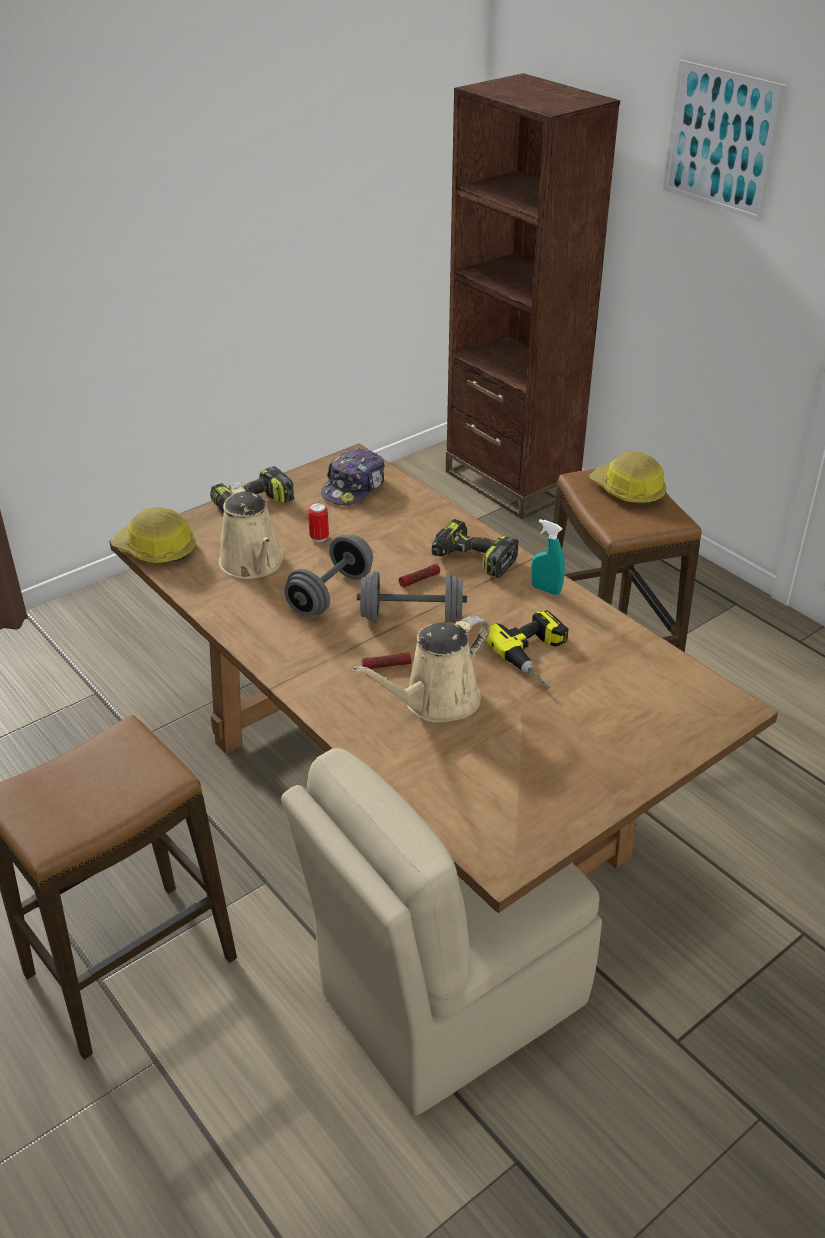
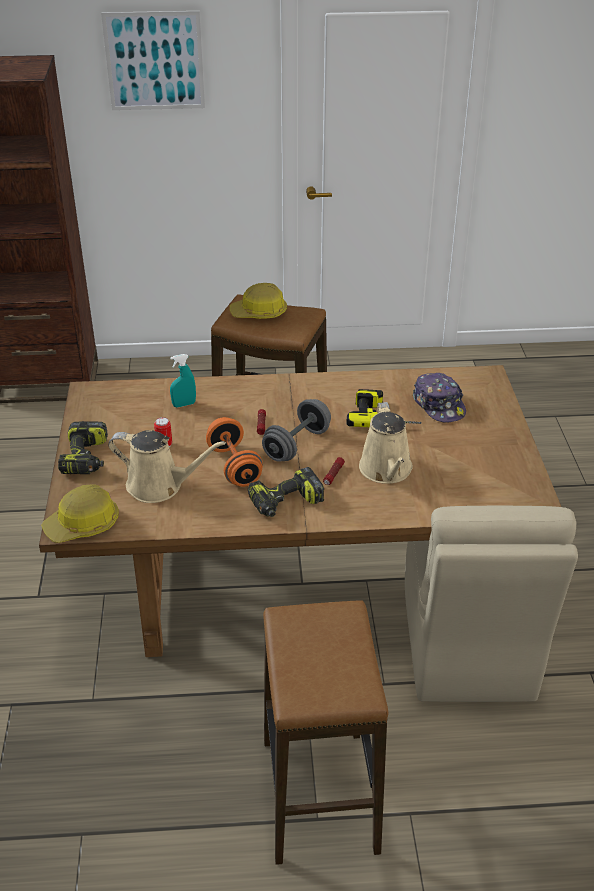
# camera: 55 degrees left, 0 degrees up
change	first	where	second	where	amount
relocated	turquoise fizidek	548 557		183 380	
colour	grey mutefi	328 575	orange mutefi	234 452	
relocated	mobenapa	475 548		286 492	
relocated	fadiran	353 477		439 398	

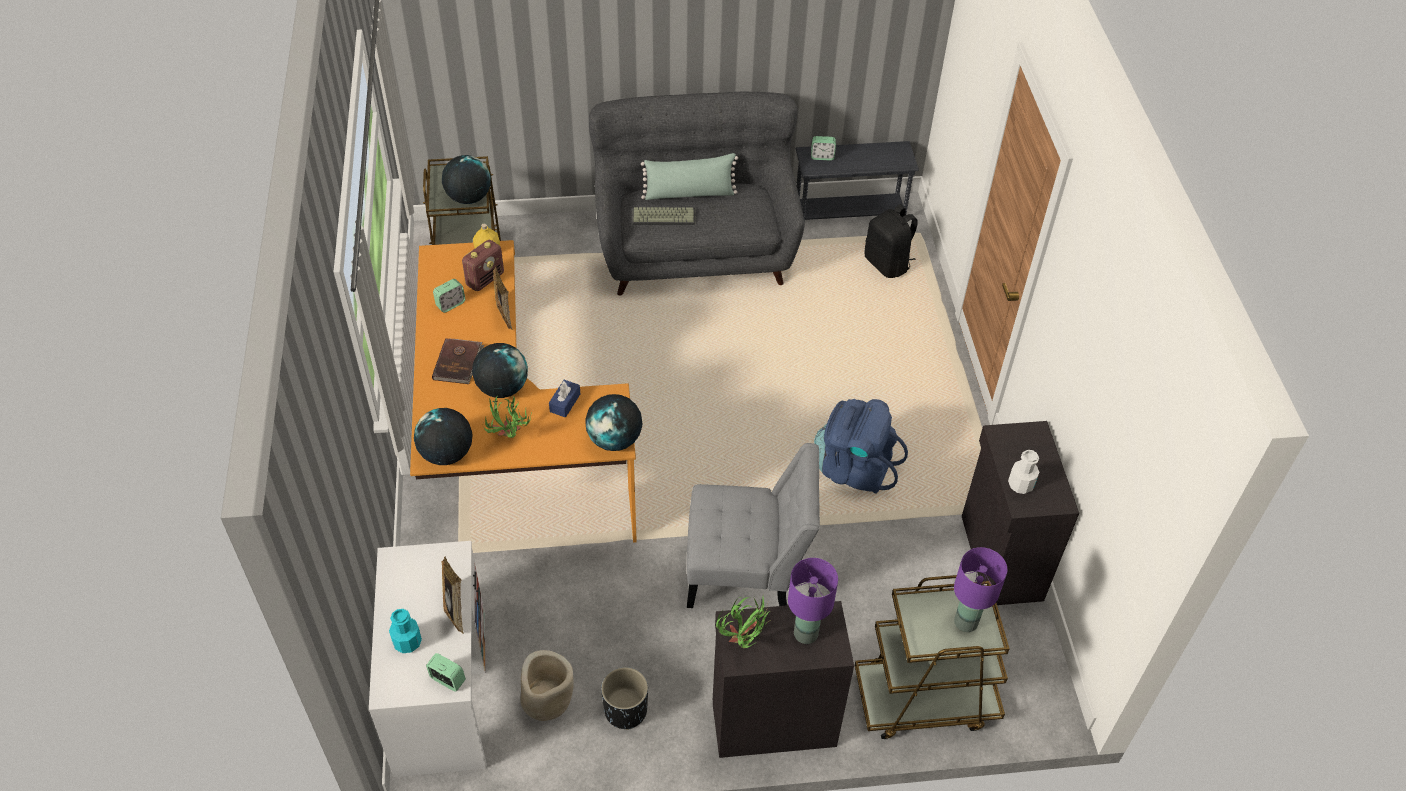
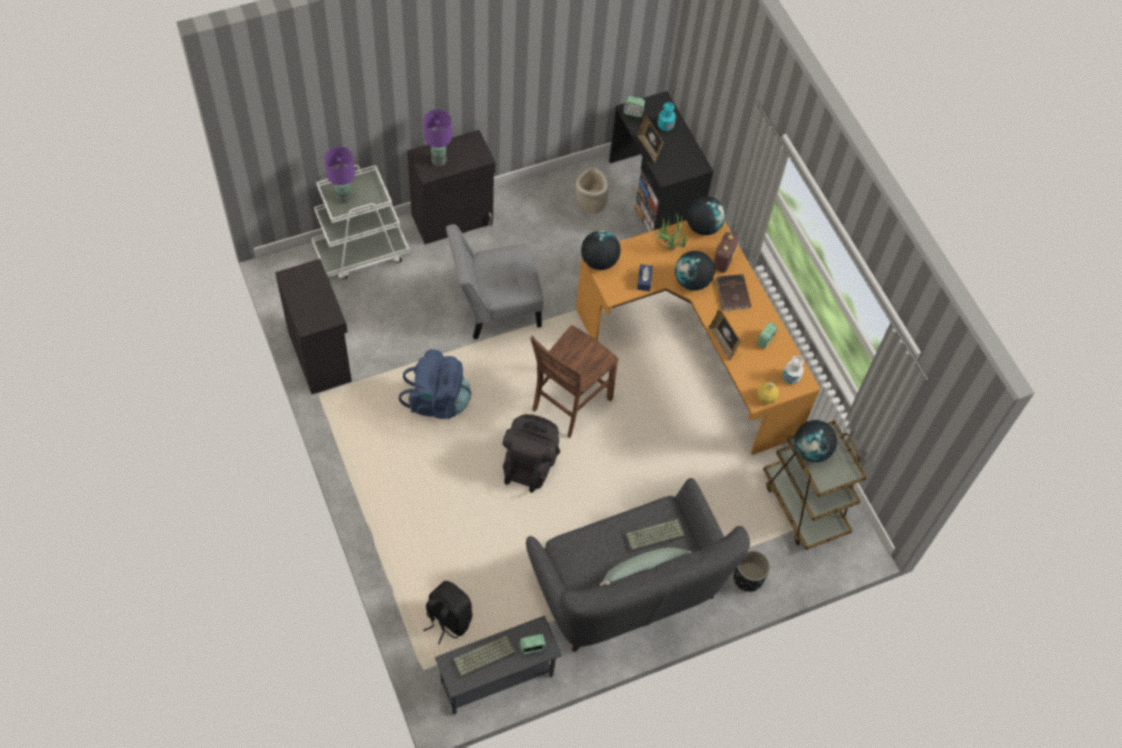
# camera: 160 degrees right, 10 degrees up
change	first	where	second	where	amount
colour	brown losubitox	932 657	white losubitox	361 222	
appeared			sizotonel	483 656	
appeared			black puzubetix	531 453	
appeared			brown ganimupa	574 381	
colour	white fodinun	428 659	black fodinun	661 161	
relocated	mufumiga	483 265		726 252	
relocated	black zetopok	624 698		752 571	
relocated	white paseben	1023 472		793 370	
missing	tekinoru	744 622			

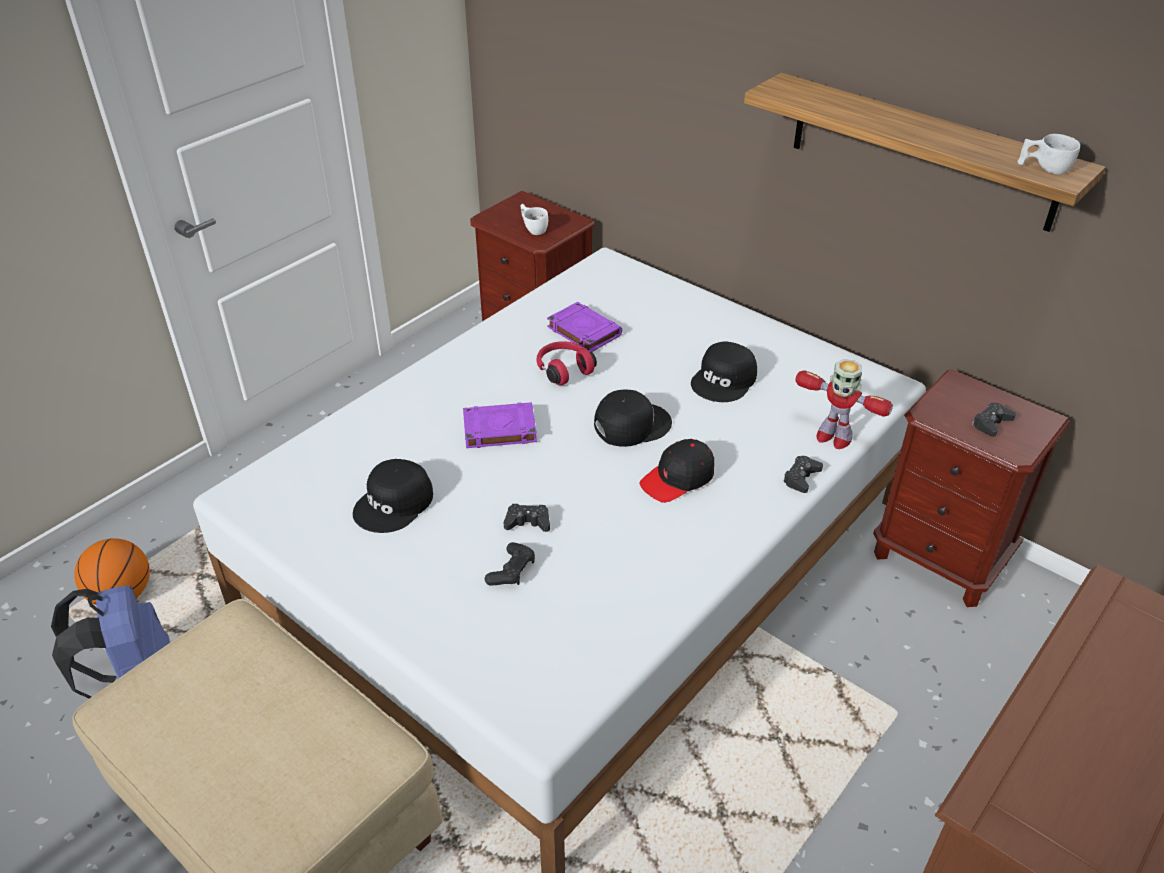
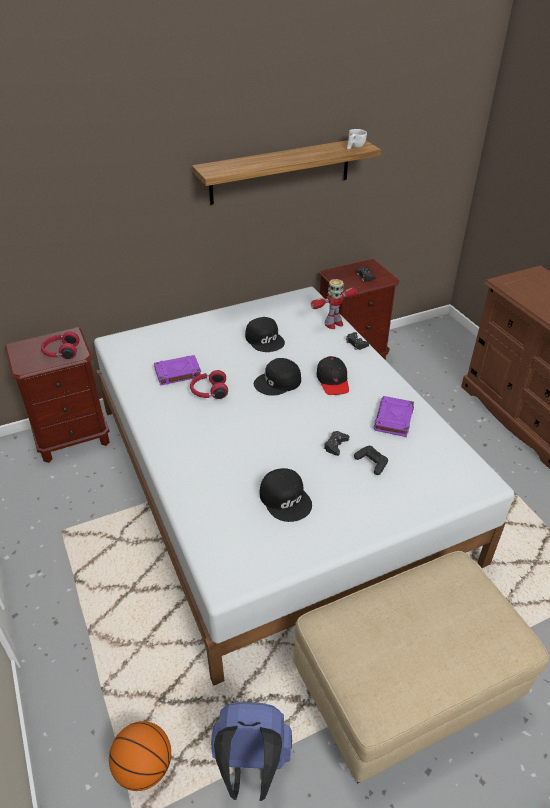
# camera: 65 degrees left, 0 degrees up
change	first	where	second	where	amount
exchanged	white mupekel	534 219	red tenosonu	60 345	
spun	black fadiran	633 418		277 377	120 degrees counterclockwise
relocated	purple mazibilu	500 425		394 416	

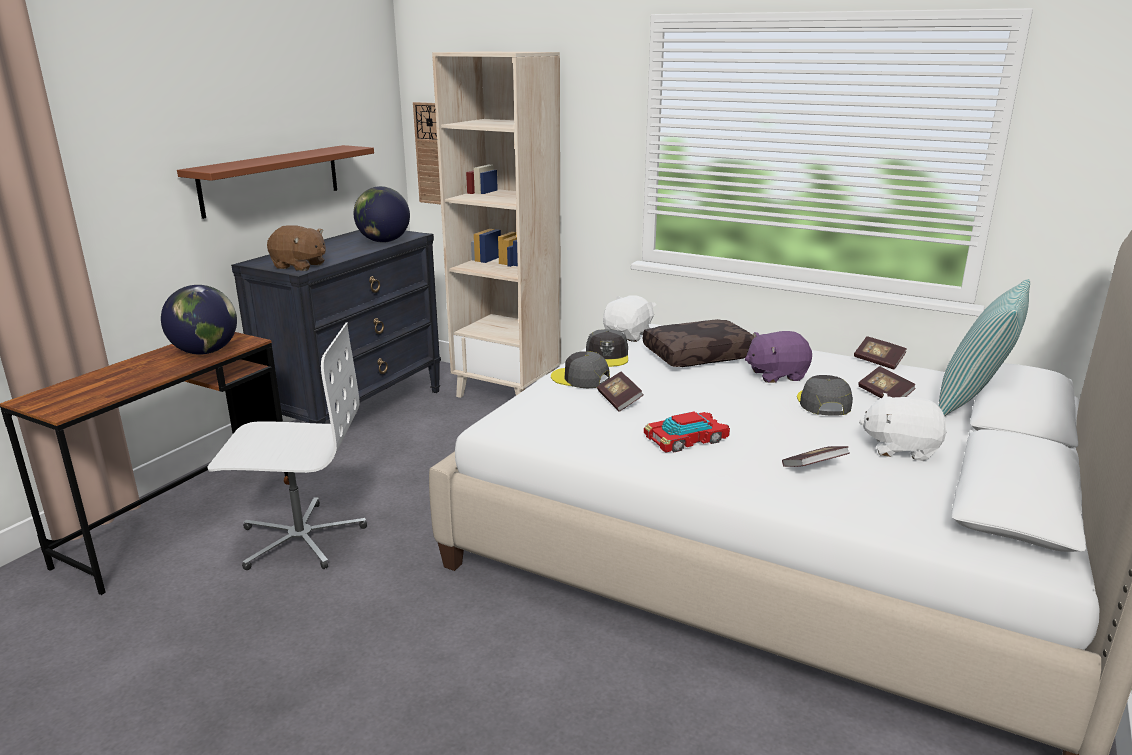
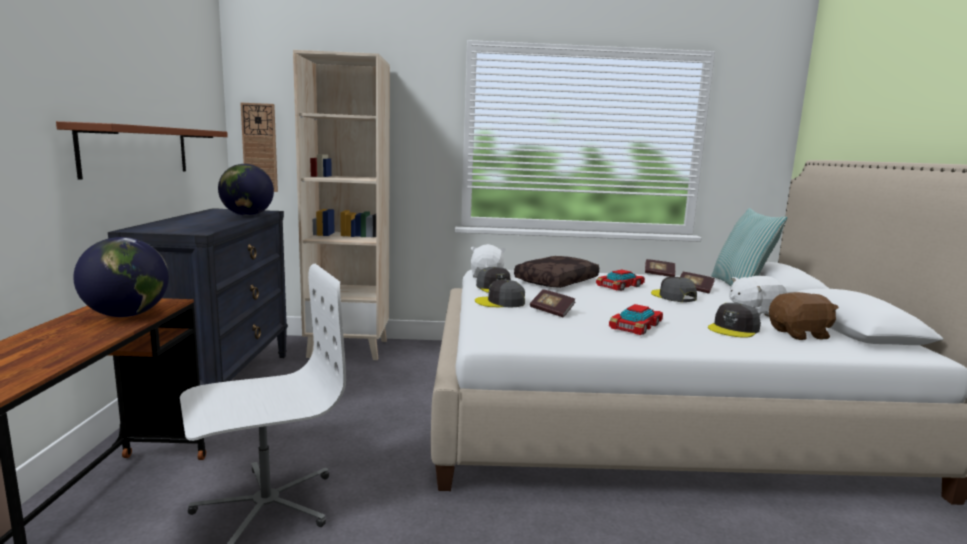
# camera: 30 degrees left, 10 degrees down
change	first	where	second	where	amount
exchanged	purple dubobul	778 357	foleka	620 280	
exchanged	mazibilu	816 456	grey fadiran	734 320	
relocated	brown dubobul	296 248		804 316	

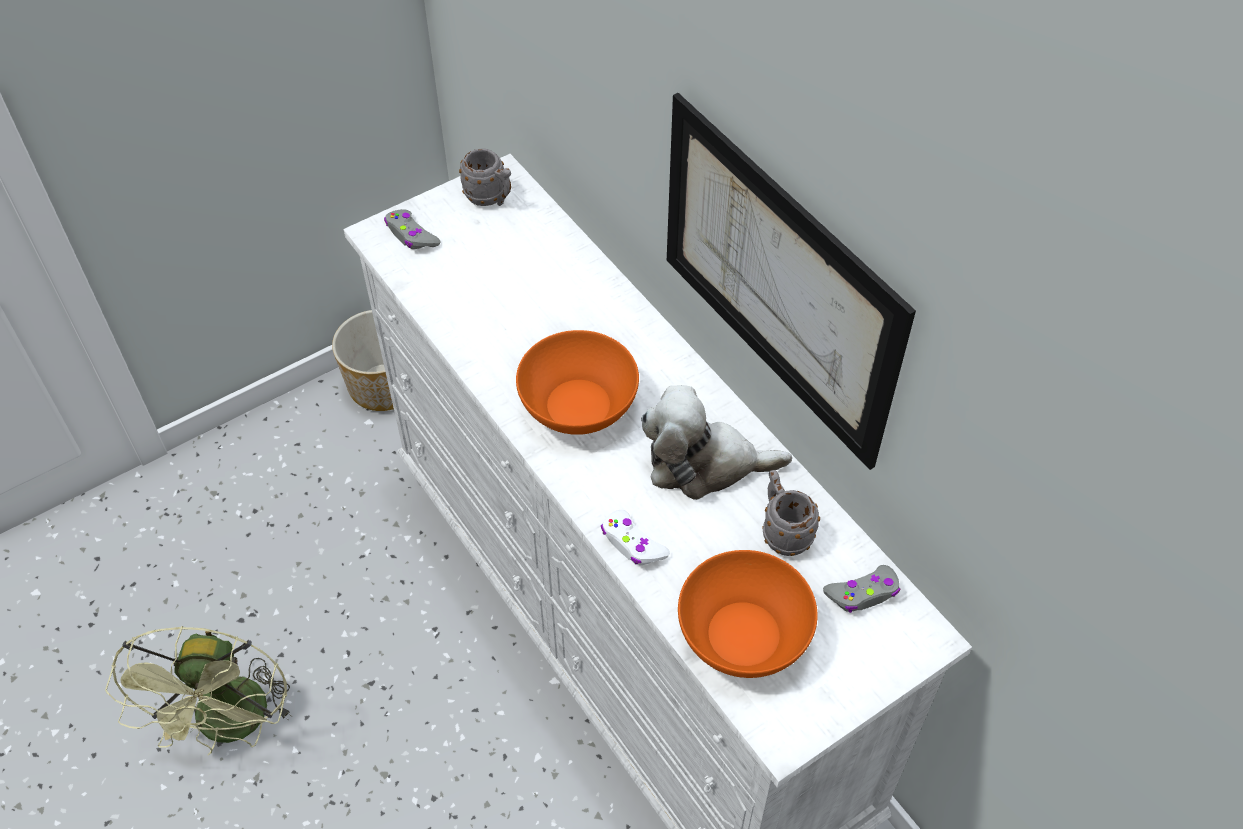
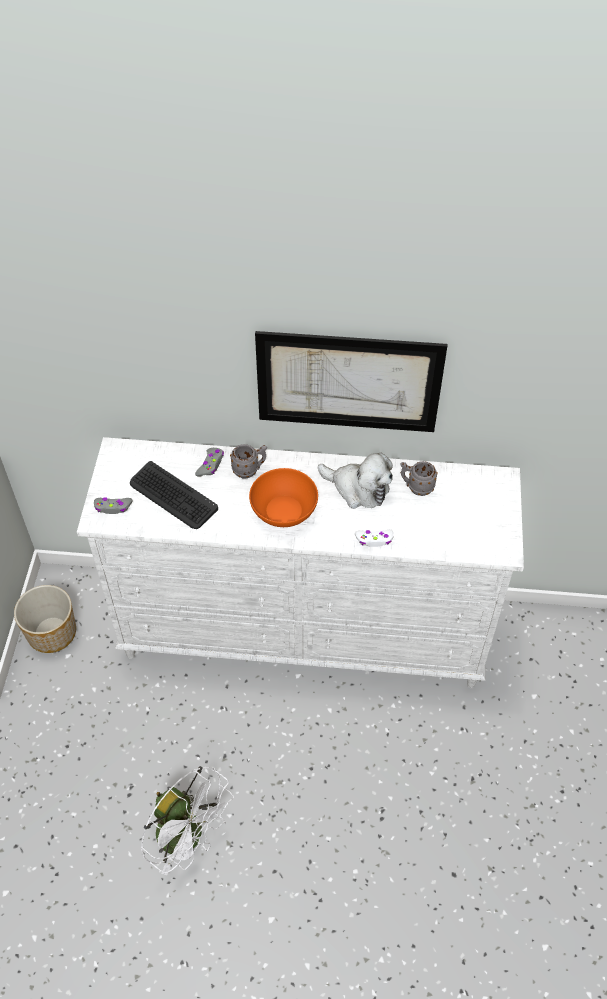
# camera: 50 degrees left, 0 degrees up
change	first	where	second	where	amount
appeared			sizotonel	174 495	
colour	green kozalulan	198 690	white kozalulan	187 821	
relocated	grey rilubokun	861 589		209 462	
relocated	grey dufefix	485 177		248 461	
spun	dubobul	716 442		355 480	105 degrees counterclockwise
missing	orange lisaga	747 614			

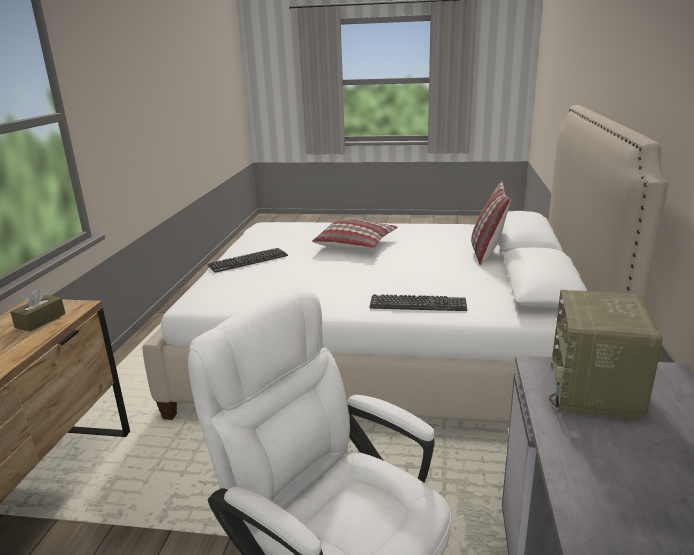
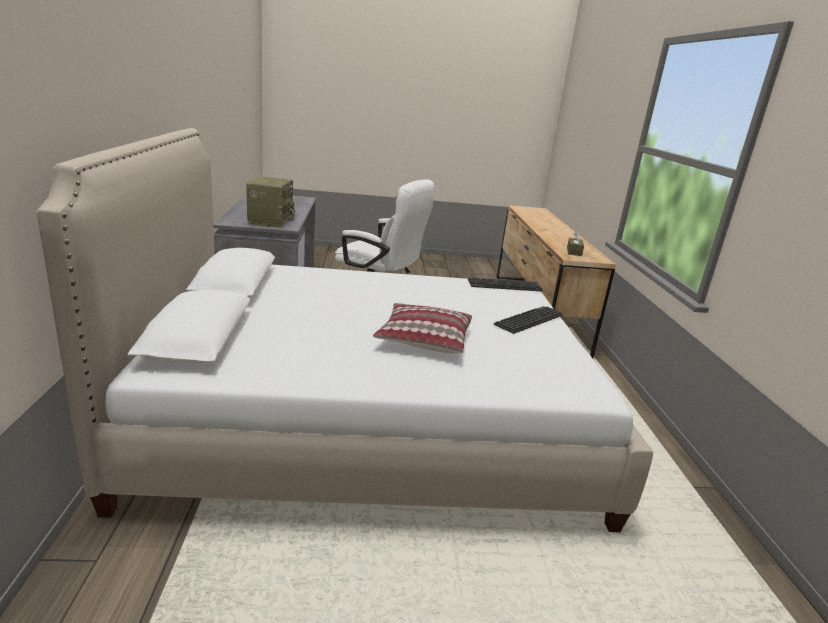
# camera: 165 degrees right, 0 degrees up
change	first	where	second	where	amount
relocated	sizotonel	418 302		505 285	
missing	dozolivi	491 223			

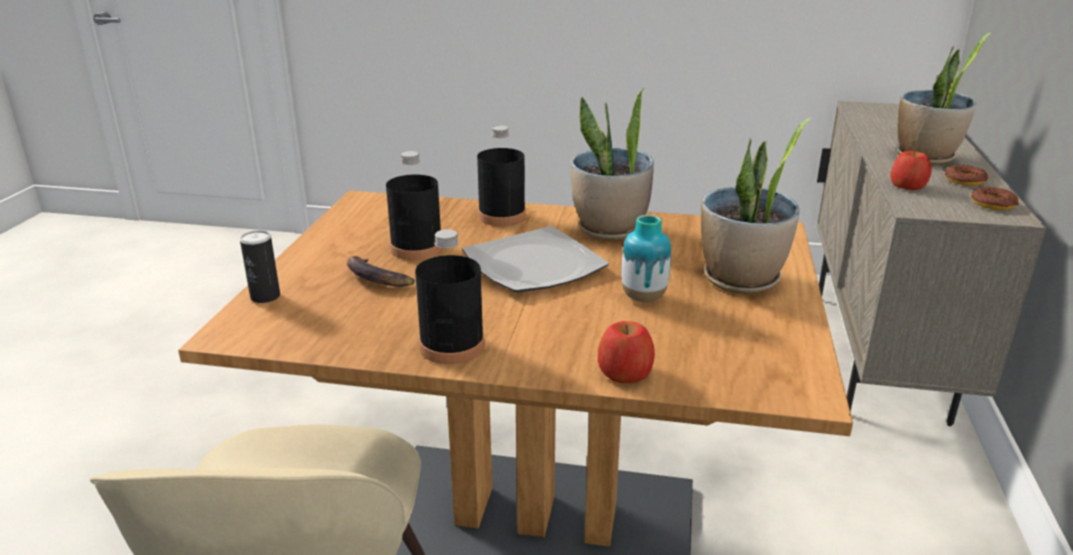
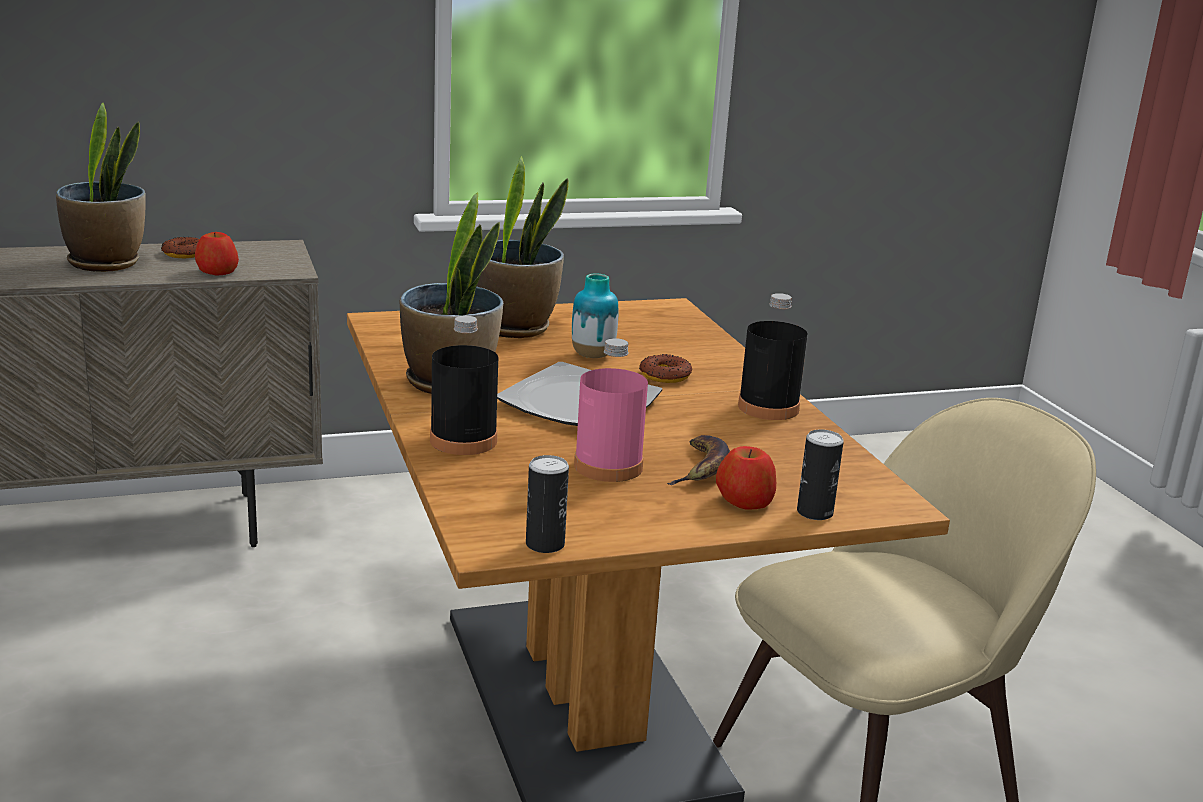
# camera: 120 degrees left, 5 degrees down
change	first	where	second	where	amount
appeared			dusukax	547 504	
colour	black paseben	414 205	pink paseben	611 410	
relocated	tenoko	995 198		665 368	
relocated	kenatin	626 352		746 478	

